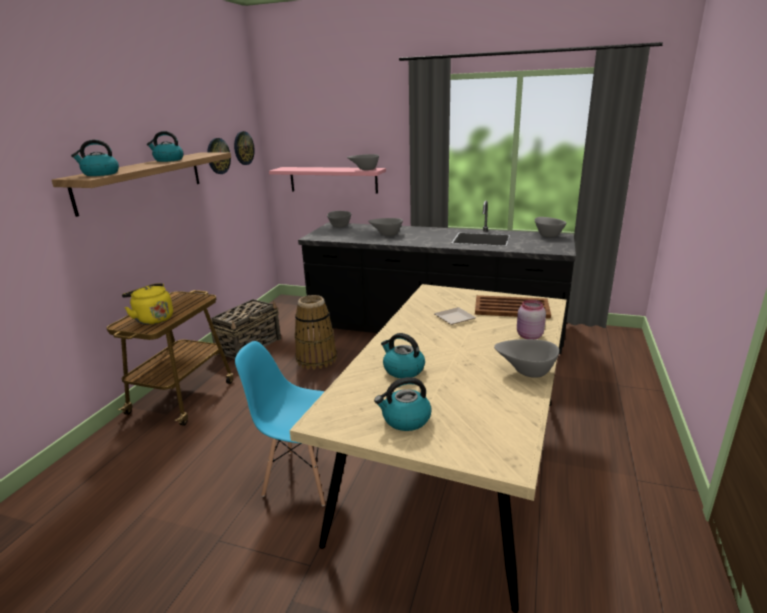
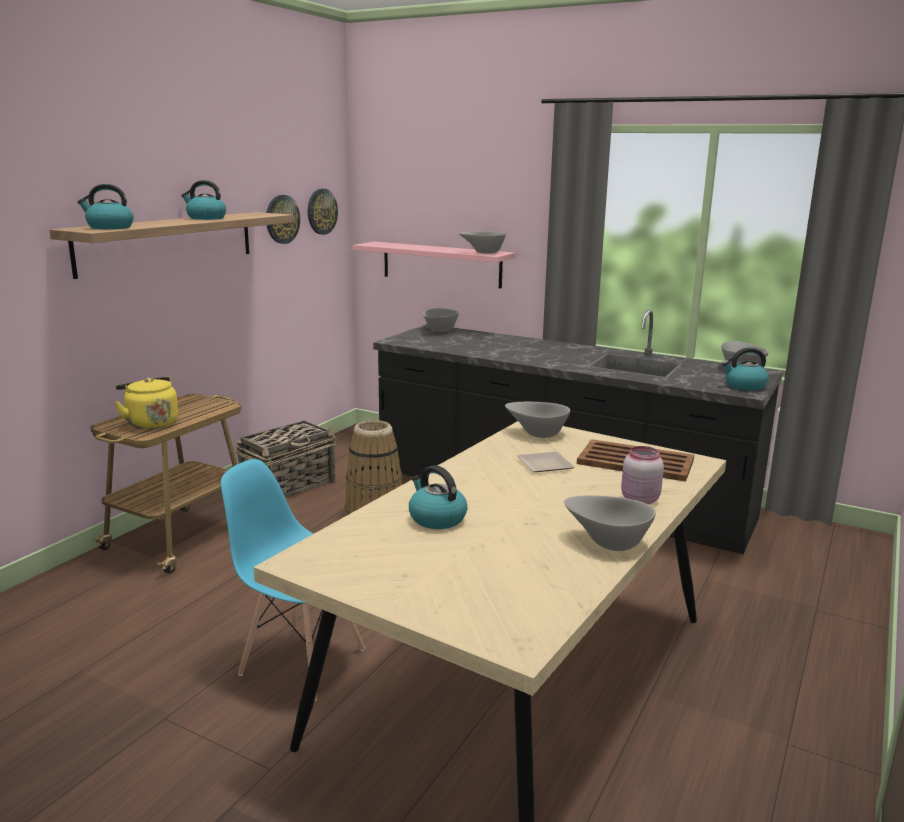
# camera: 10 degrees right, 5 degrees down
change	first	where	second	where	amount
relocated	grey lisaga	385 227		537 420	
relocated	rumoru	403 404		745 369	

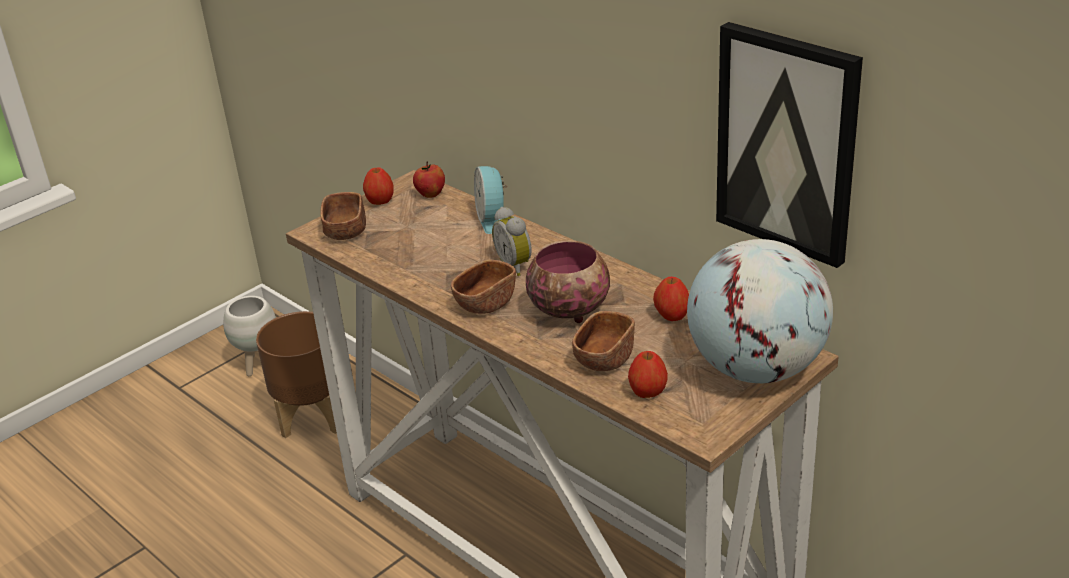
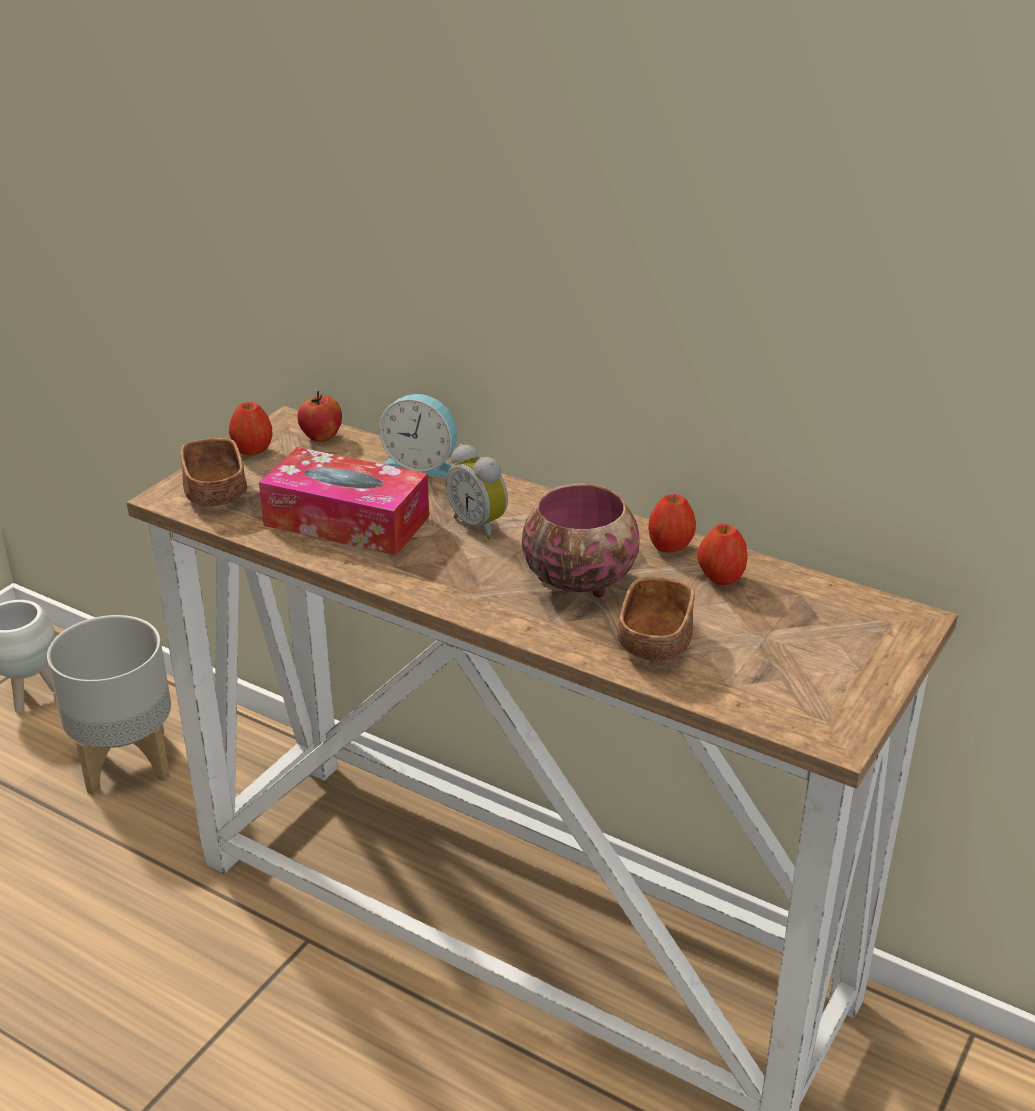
# camera: 15 degrees left, 0 degrees up
change	first	where	second	where	amount
colour	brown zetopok	296 374	grey zetopok	109 705	
appeared			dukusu	344 501	
spun	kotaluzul	491 200		418 436	45 degrees counterclockwise
relocated	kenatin	648 374		672 523	
missing	brown lisaga	483 287			
missing	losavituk	760 311			
missing	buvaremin	789 145			

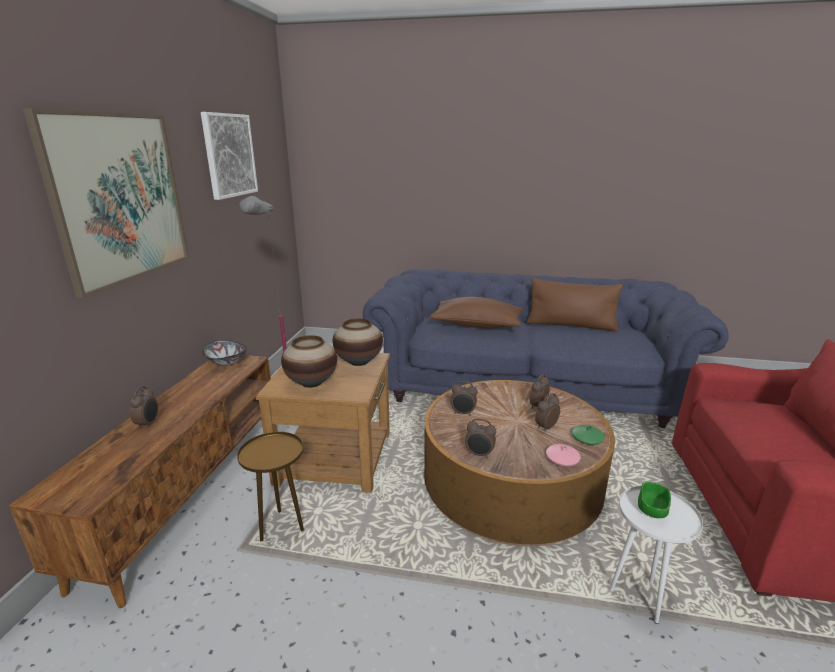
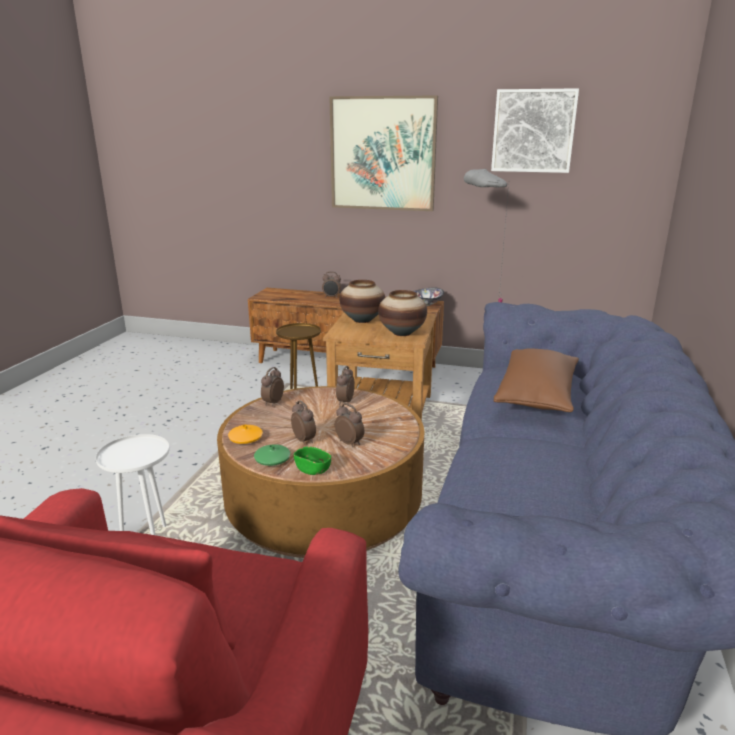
# camera: 95 degrees right, 0 degrees up
change	first	where	second	where	amount
colour	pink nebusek	563 455	orange nebusek	245 434	
relocated	green lisaga	654 500		312 460	
missing	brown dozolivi	575 305			

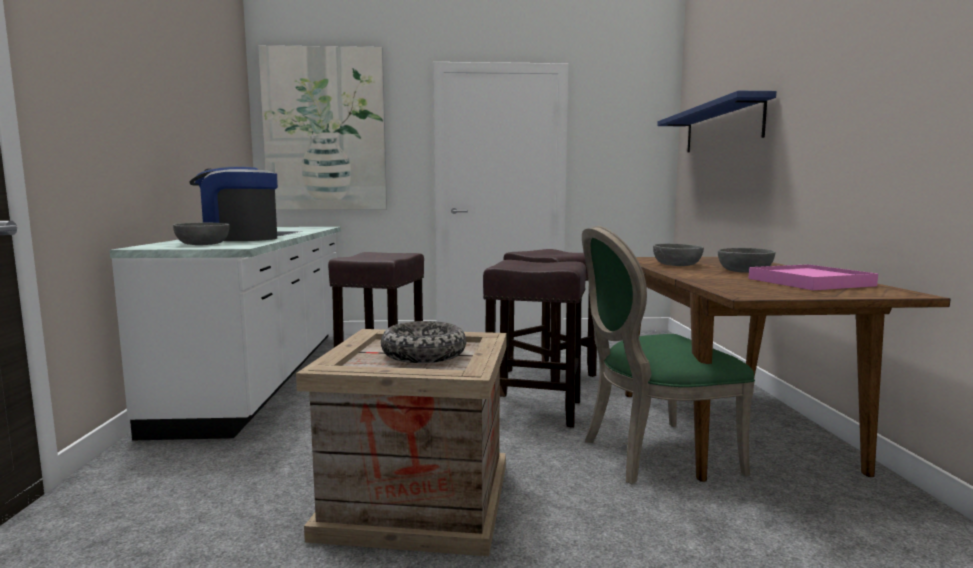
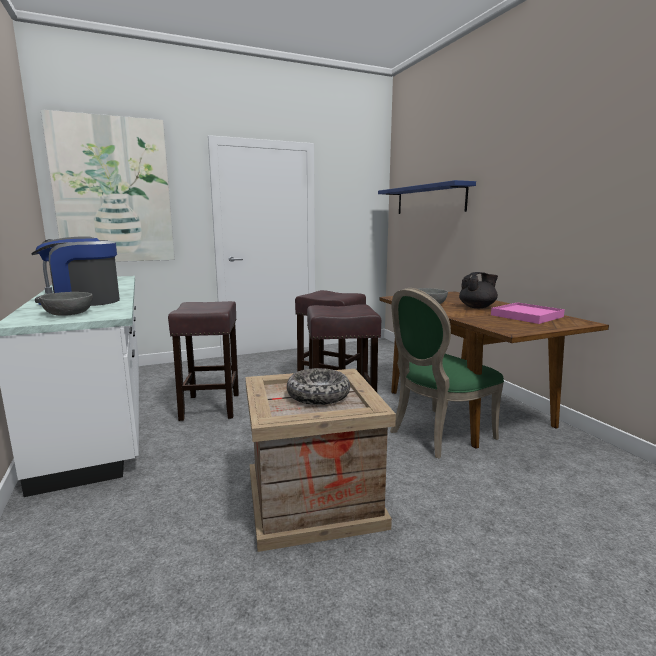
# camera: 20 degrees left, 5 degrees up
change	first	where	second	where	amount
exchanged	grey lisaga	746 260	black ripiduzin	478 290	

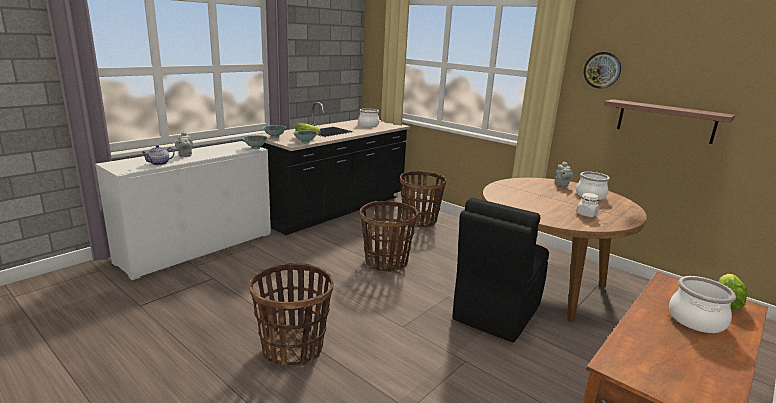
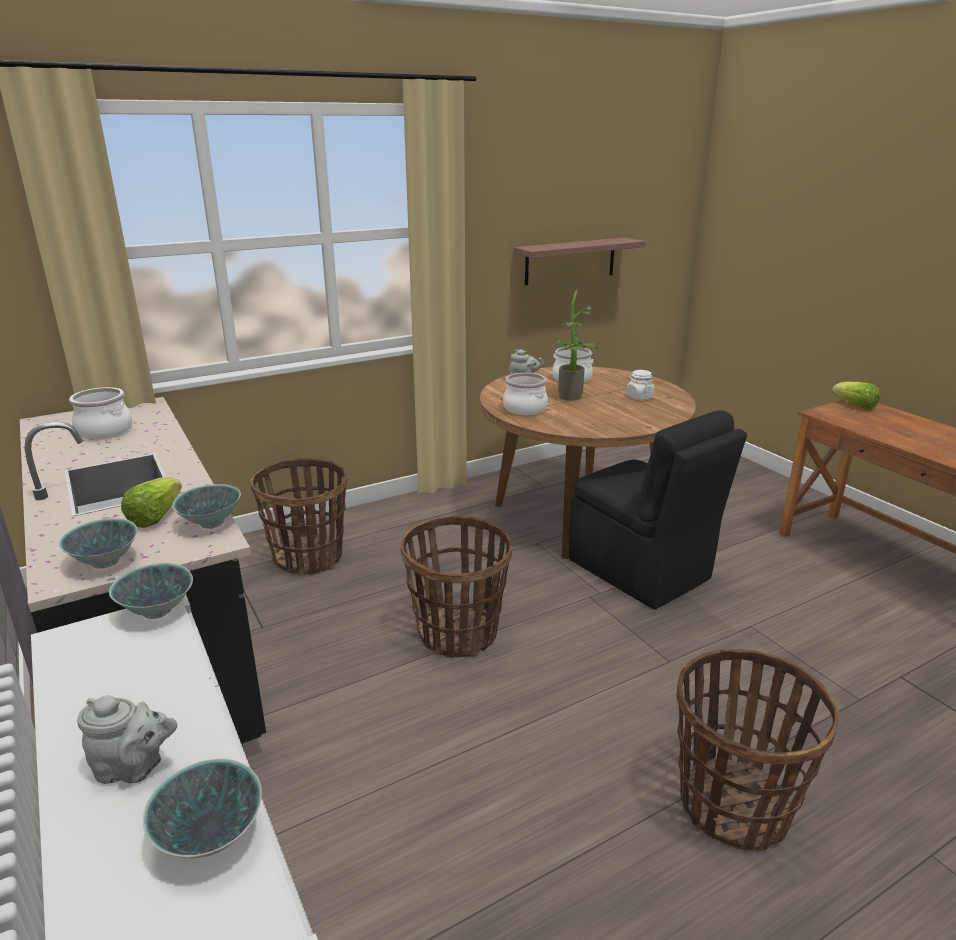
# camera: 70 degrees left, 5 degrees up
change	first	where	second	where	amount
exchanged	ripiduzin	158 155	lisaga	202 808	
relocated	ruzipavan	702 304		525 394	
appeared			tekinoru	577 345	
missing	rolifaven	602 70			

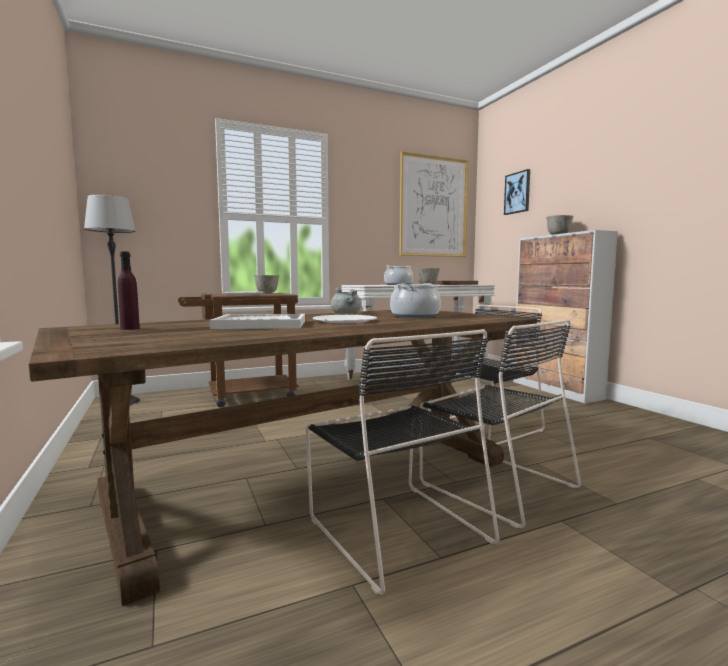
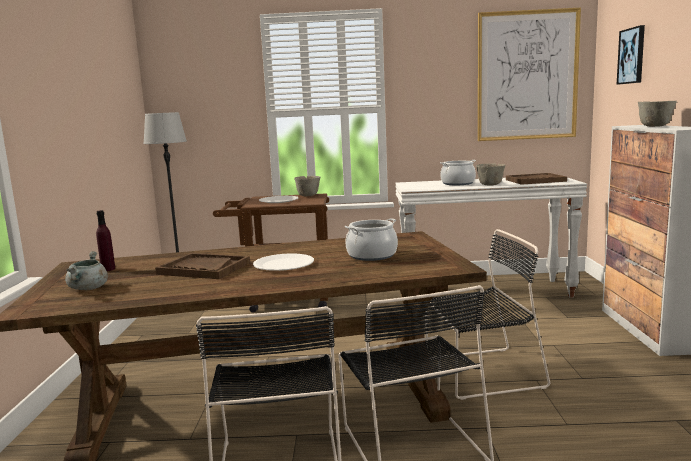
# camera: 25 degrees right, 5 degrees up
change	first	where	second	where	amount
relocated	grey ruzipavan	346 300		86 270	
colour	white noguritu	257 321	brown noguritu	202 266	

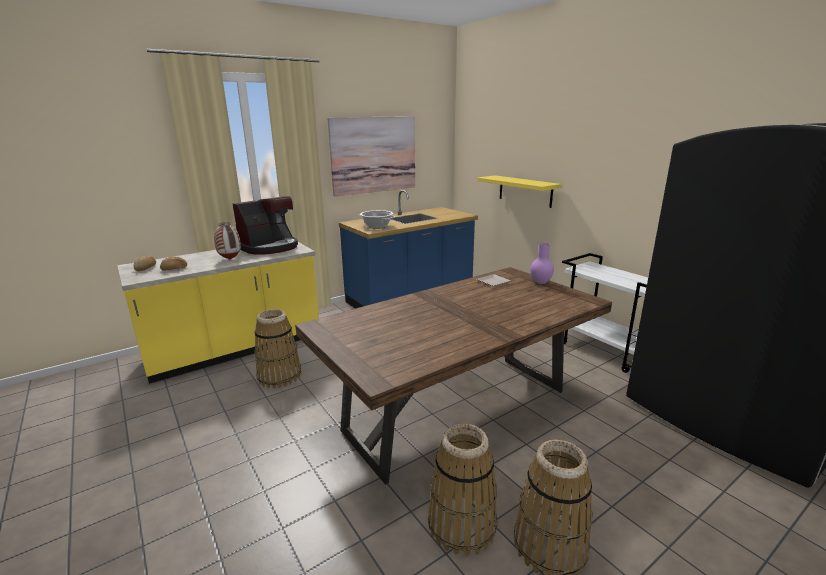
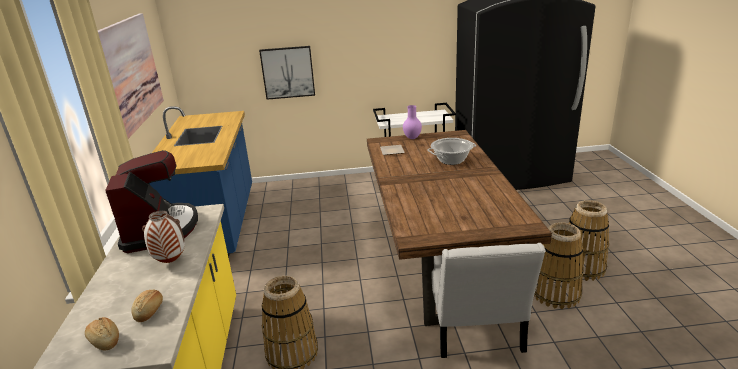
# camera: 60 degrees left, 5 degrees up
change	first	where	second	where	amount
exchanged	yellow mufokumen	519 191	buvaremin	287 73	
relocated	ruzipavan	377 219		451 151	
appeared			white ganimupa	488 300	

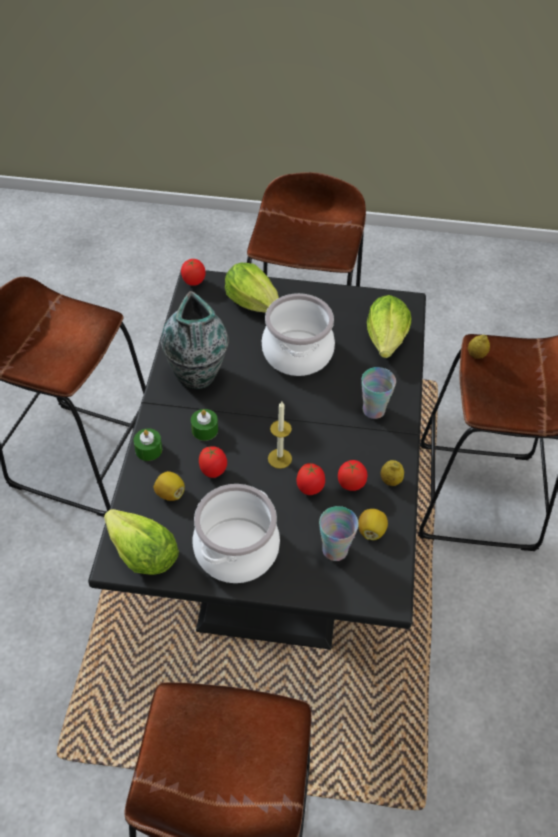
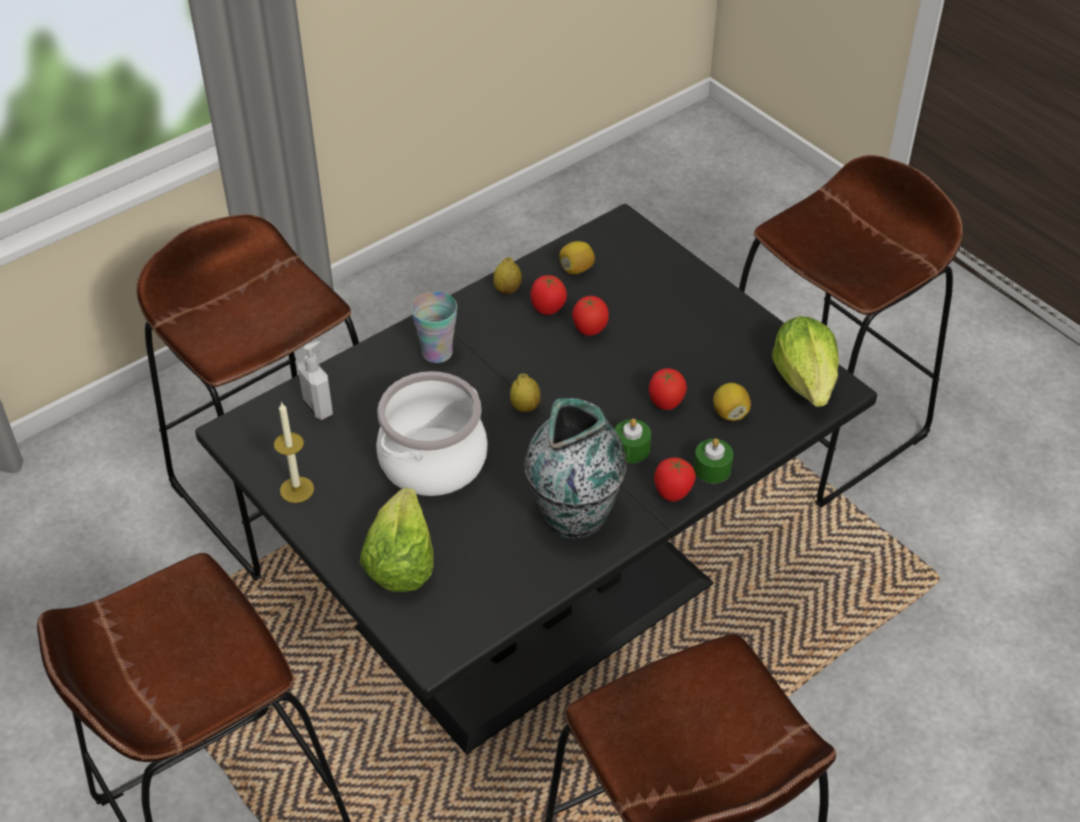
# camera: 135 degrees left, 5 degrees down
change	first	where	second	where	amount
relocated	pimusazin	280 435		294 452	
exchanged	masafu	389 326	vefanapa	315 380	
relocated	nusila	479 347		525 392	
relocated	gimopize	193 272		675 479	
missing	ruzipavan	236 533			
missing	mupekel	339 533			

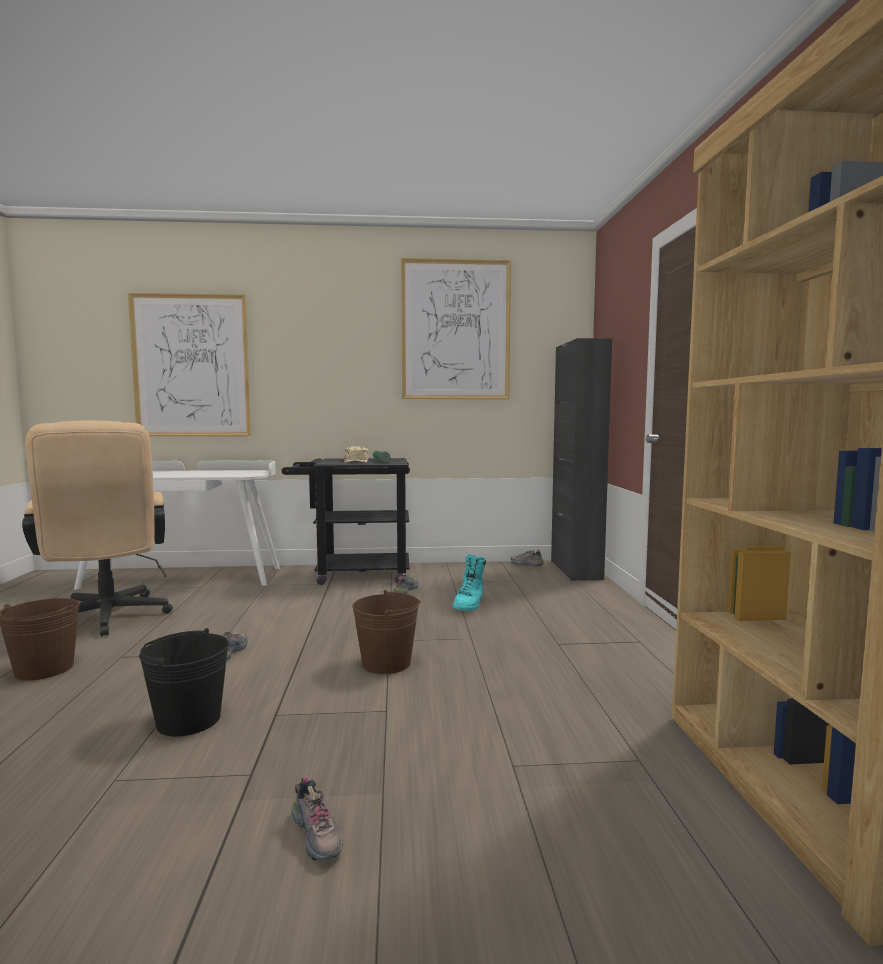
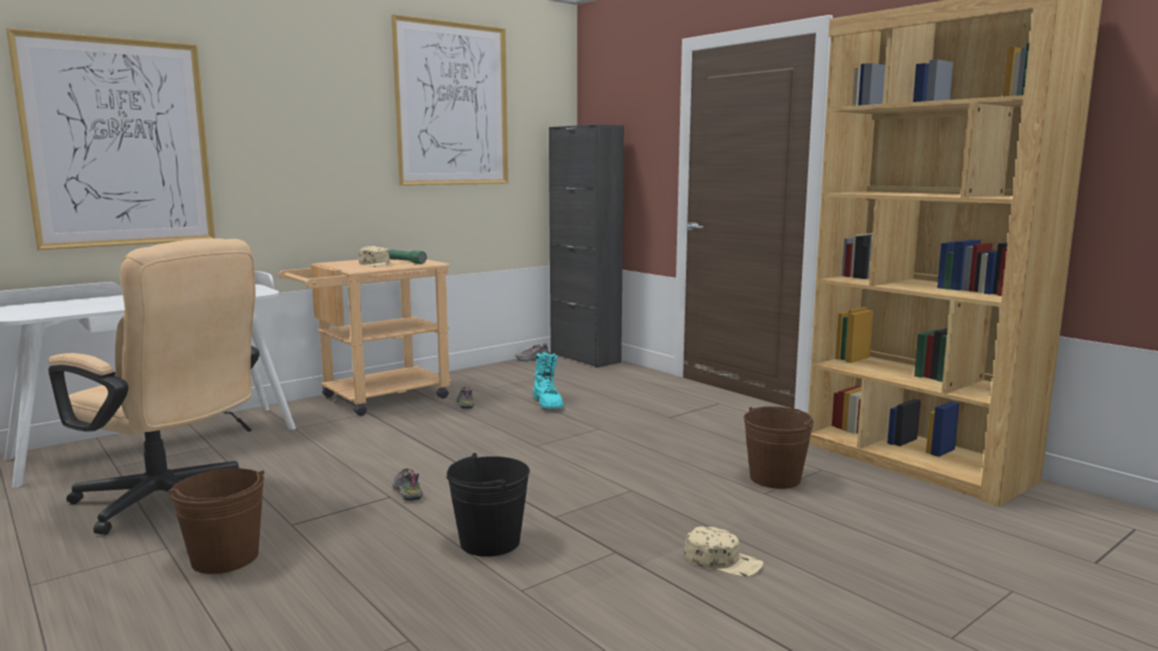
# camera: 35 degrees left, 5 degrees up
change	first	where	second	where	amount
colour	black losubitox	346 521	beige losubitox	365 337	
exchanged	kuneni	317 819	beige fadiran	723 551	
relocated	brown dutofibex	386 632		778 447	

